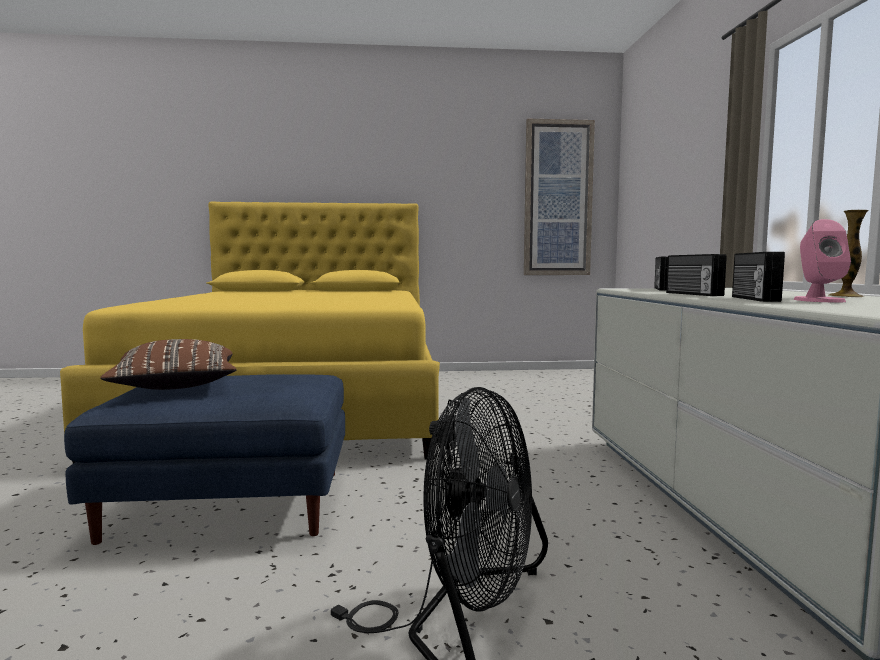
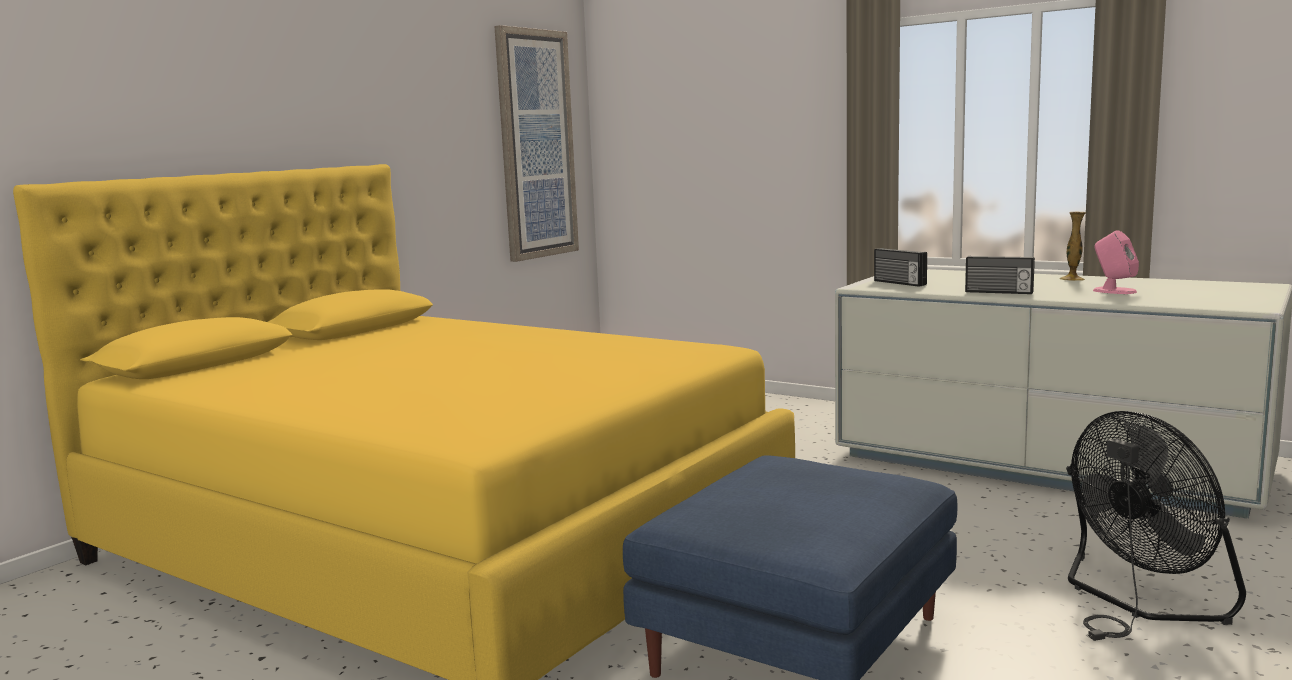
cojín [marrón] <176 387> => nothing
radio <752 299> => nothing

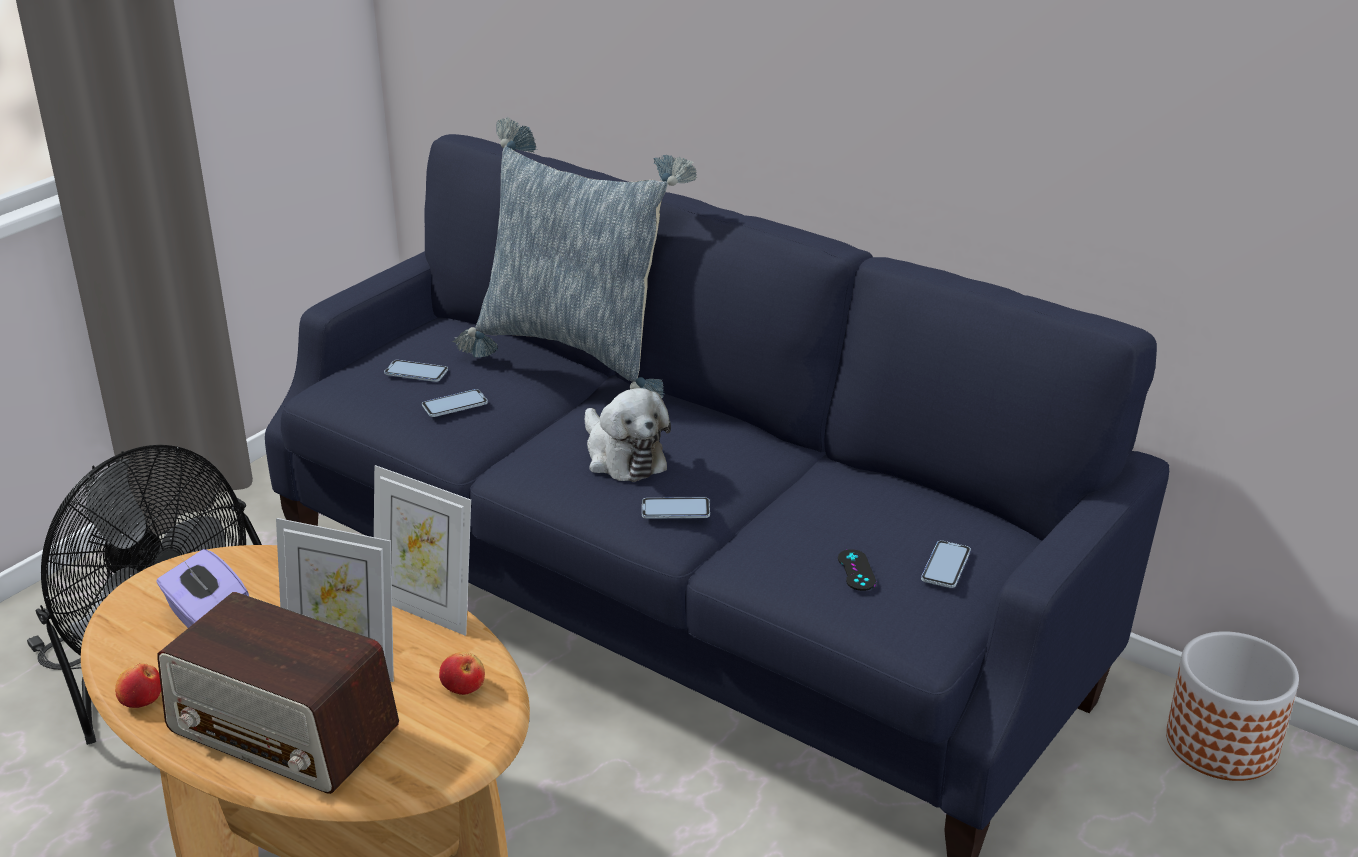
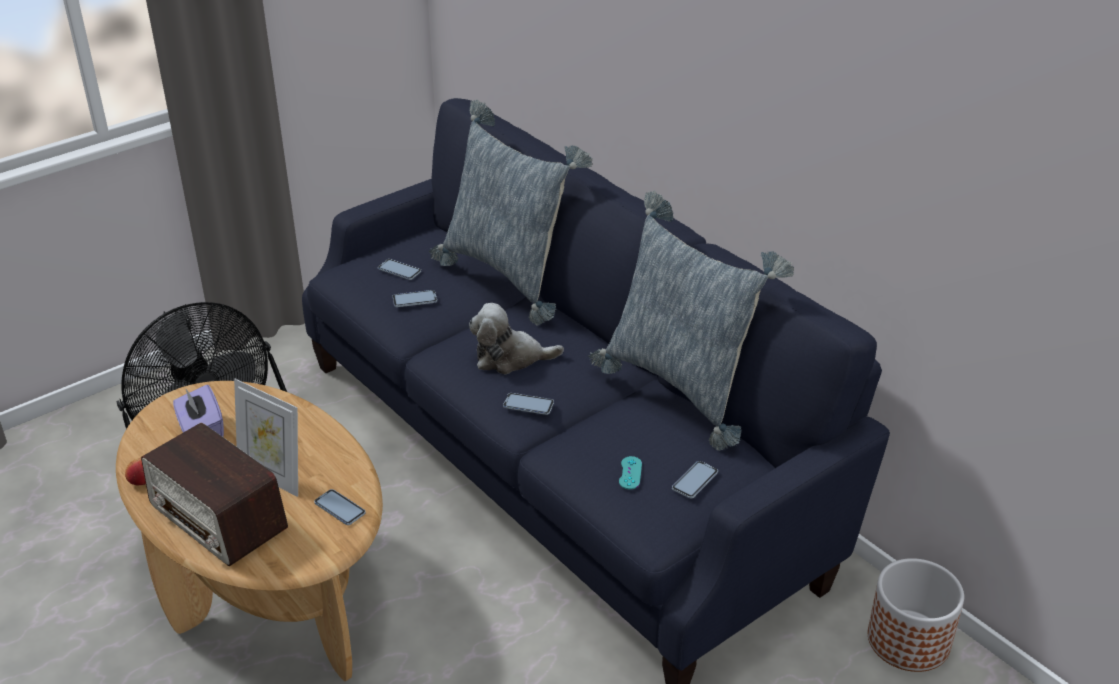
portarretratos <426 610> => nothing
manzana <463 686> => móvil <340 508>
peluche <623 456> => peluche <510 358>, 105 degrees clockwise
mando de consola [negro] <856 570> => mando de consola [turquesa] <630 473>
nothing => cojín <682 396>

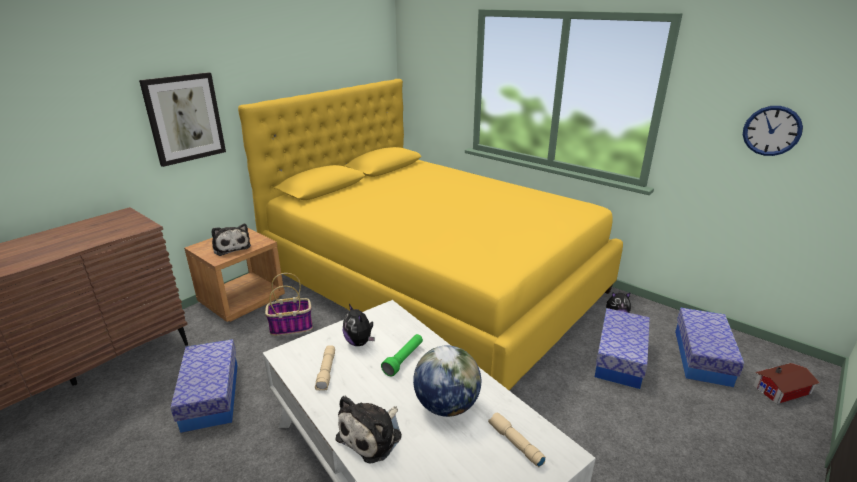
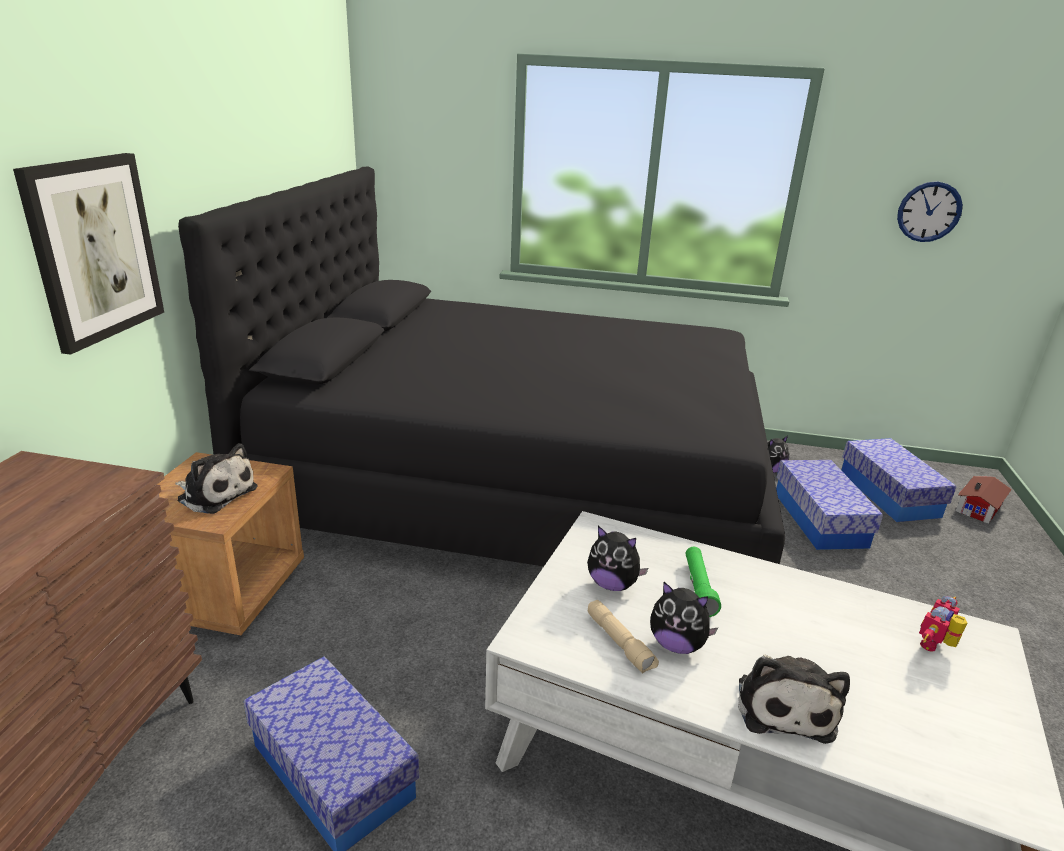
cama [amarillo] <433 282> => cama [negro] <518 482>
cesta <292 326> => nothing
globo terráqueo <446 405> => nothing
linterna [beis] <515 444> => robot de juguete <936 646>
nothing => peluche <677 644>

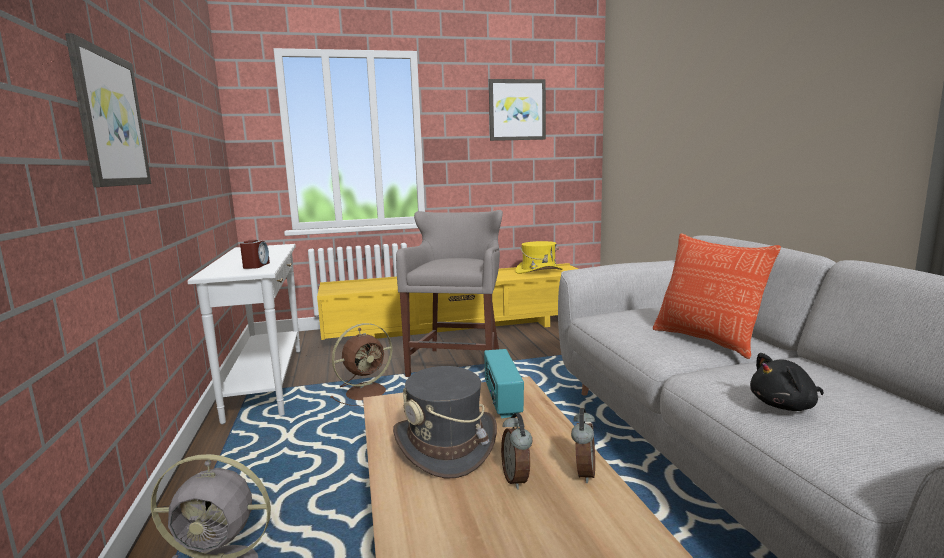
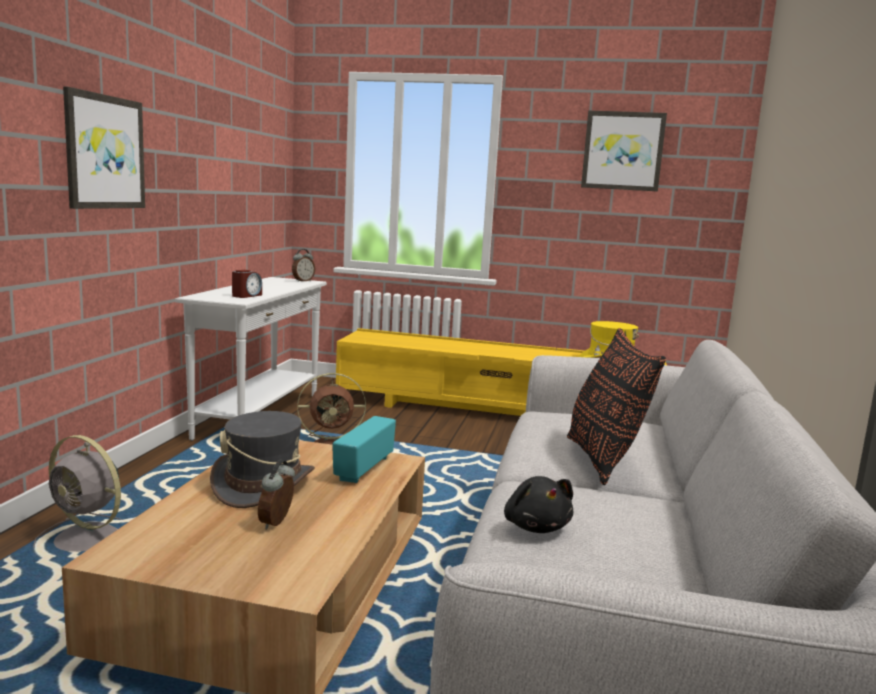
taburete [gris] <458 363> => nothing
despertador <583 473> => despertador <302 281>, move
cojín [naranja] <707 341> => cojín [negro] <603 461>
peluche [negro] <785 406> => peluche [negro] <536 526>, 120 degrees counterclockwise

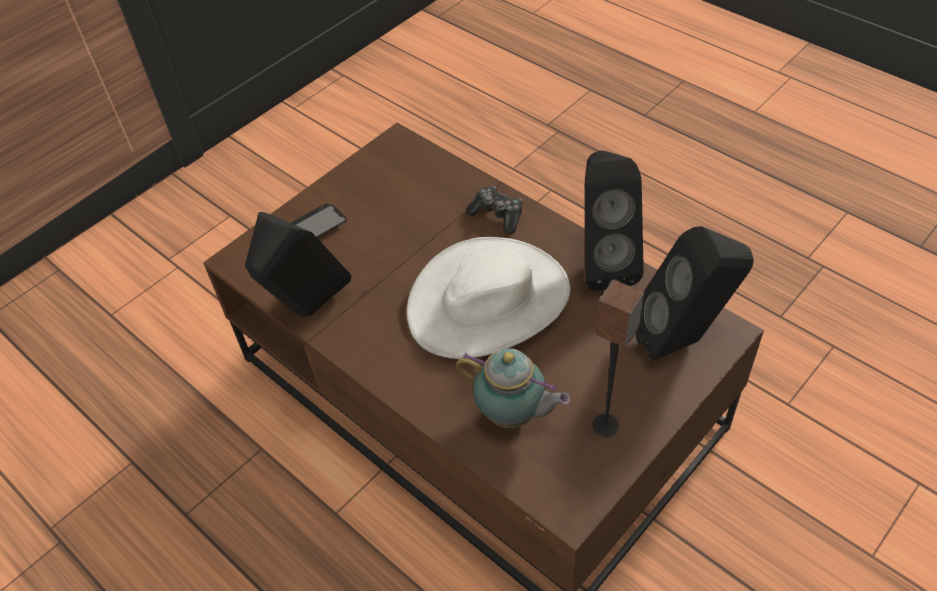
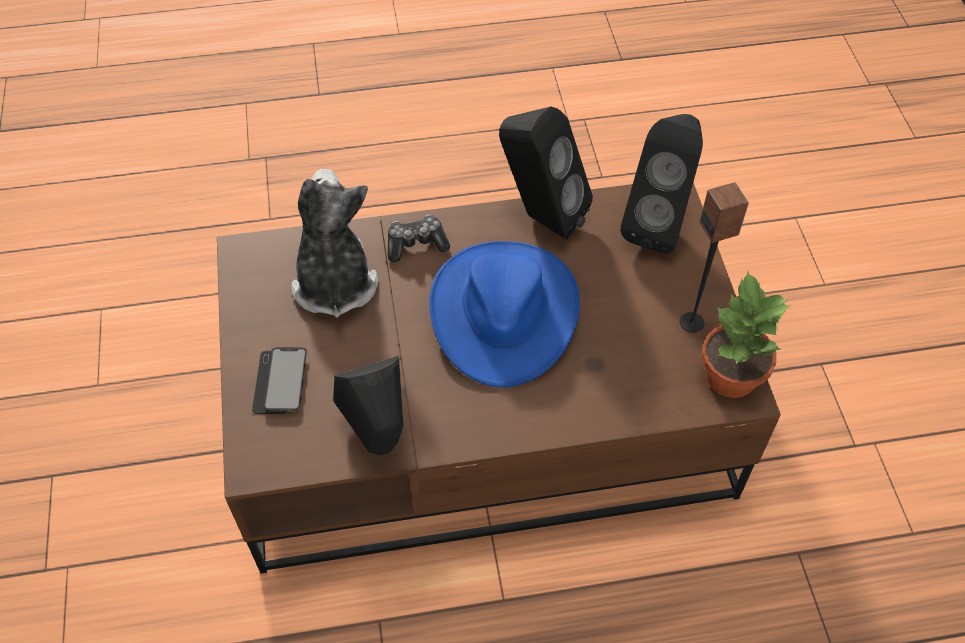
sombrero [blanco] <488 301> => sombrero [azul] <503 311>
tetera <513 415> => nothing
nothing => peluche <334 282>
nothing => planta en maceta <729 375>

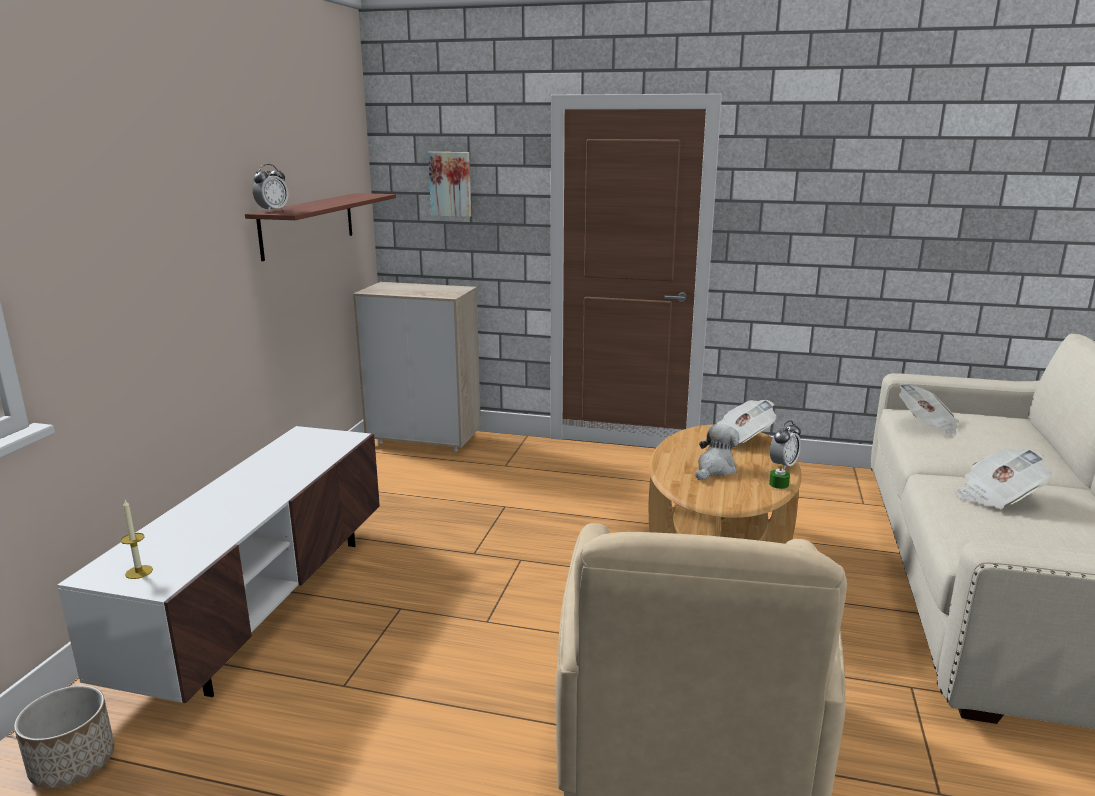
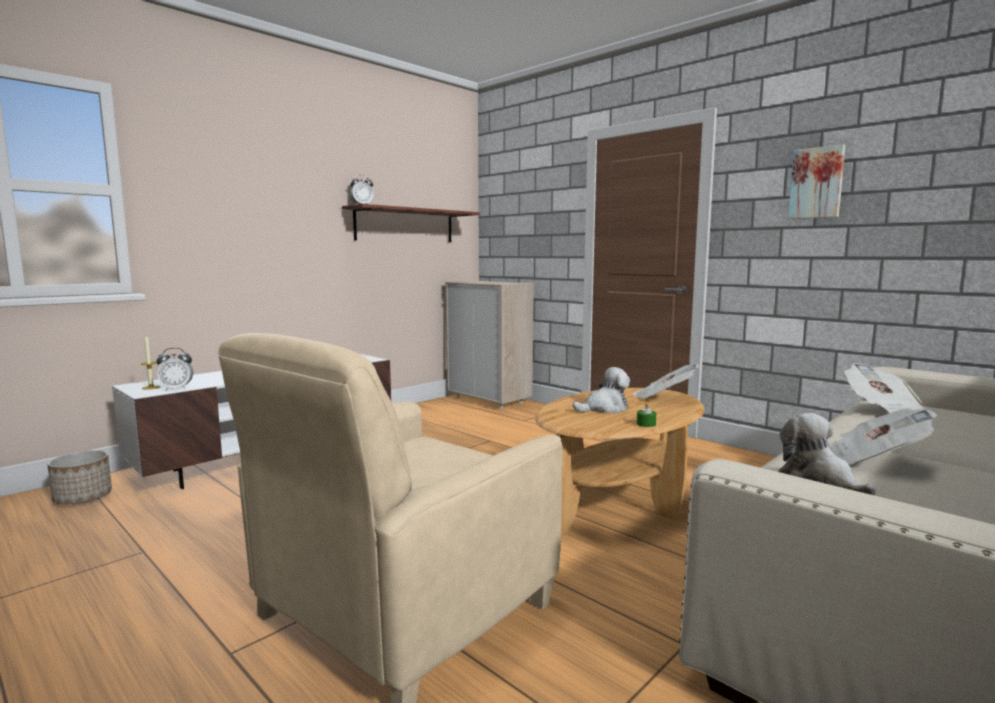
cuadro <451 184> => cuadro <817 183>, move
despertador <783 465> => despertador <177 389>, move
nothing => peluche <819 481>

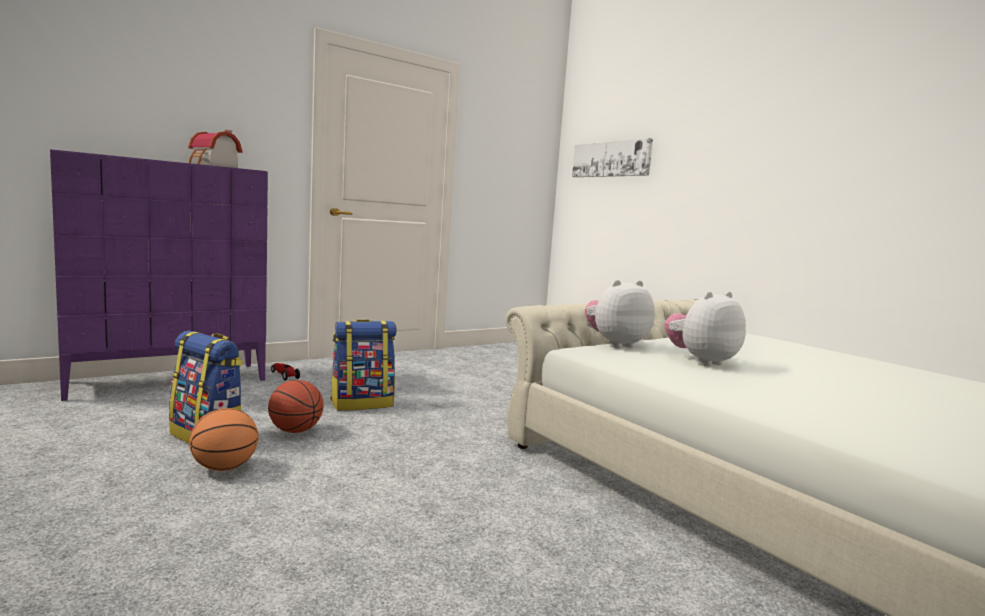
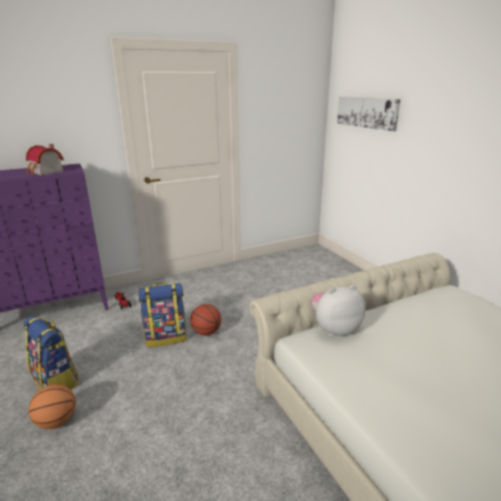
balón de baloncesto <295 431> => balón de baloncesto <206 332>, move
peluche <701 361> => nothing

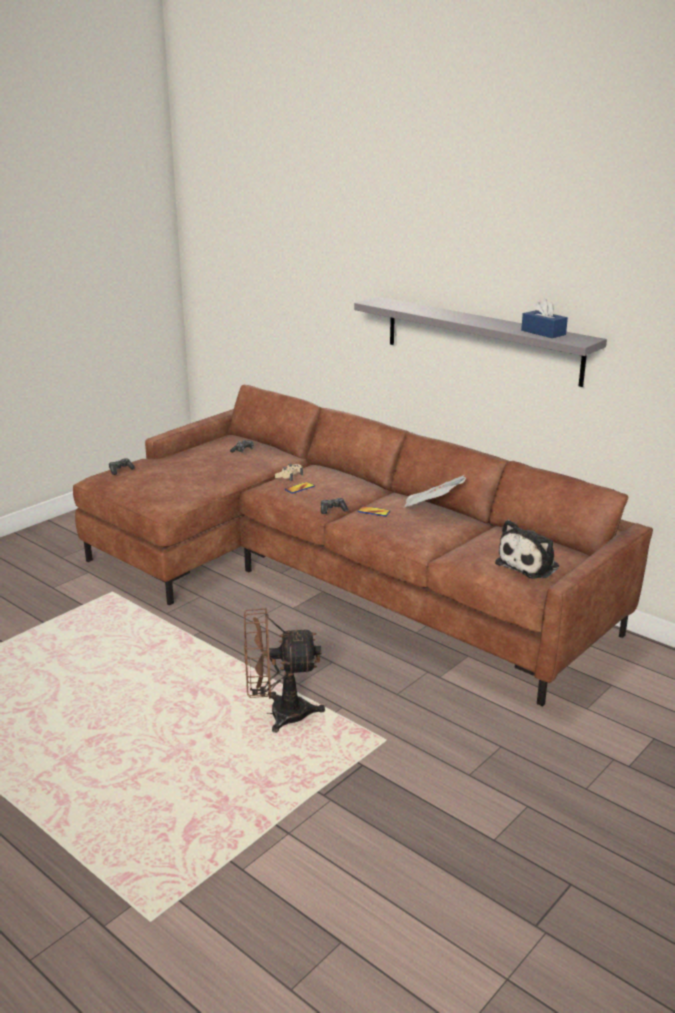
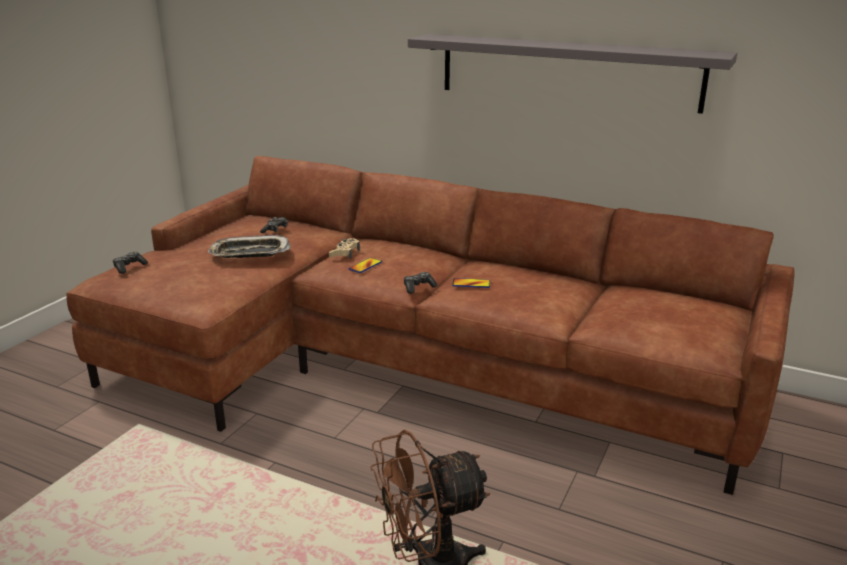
periódico <432 507> => nothing
peluche <530 564> => nothing
caja de pañuelos [azul] <543 332> => nothing
nothing => bandeja <249 253>

